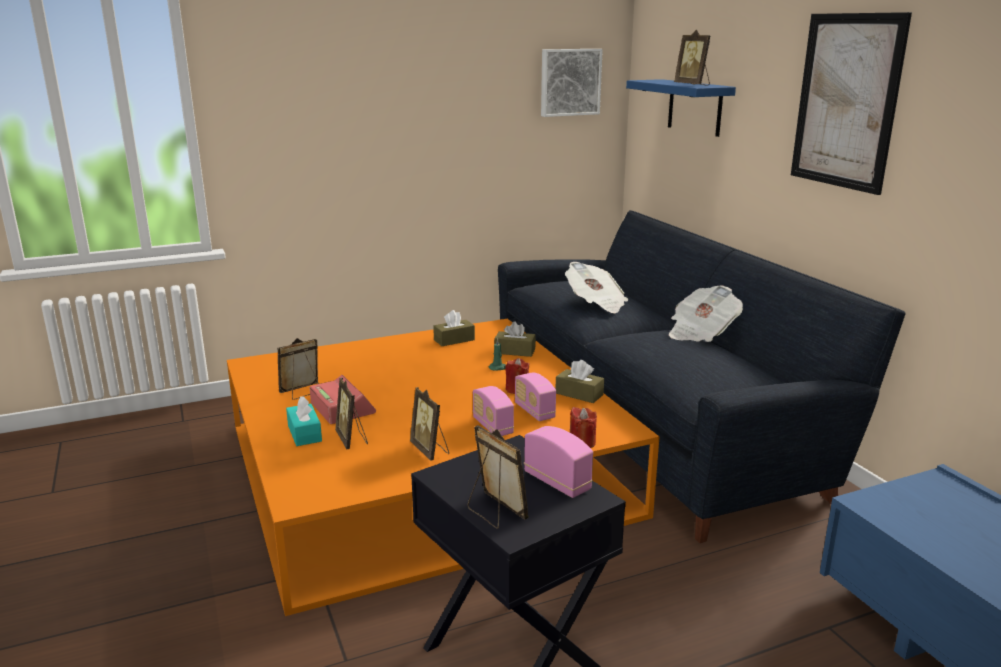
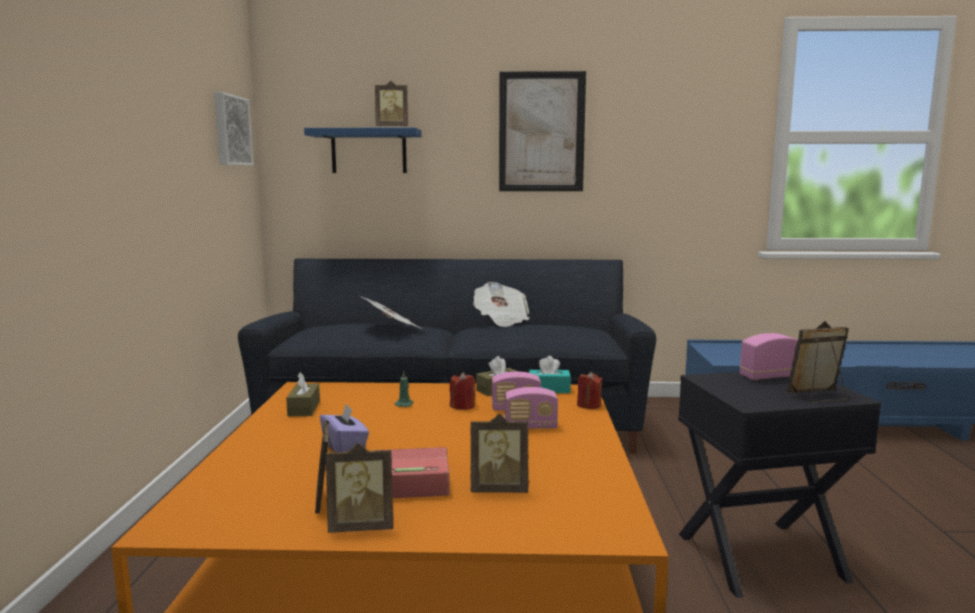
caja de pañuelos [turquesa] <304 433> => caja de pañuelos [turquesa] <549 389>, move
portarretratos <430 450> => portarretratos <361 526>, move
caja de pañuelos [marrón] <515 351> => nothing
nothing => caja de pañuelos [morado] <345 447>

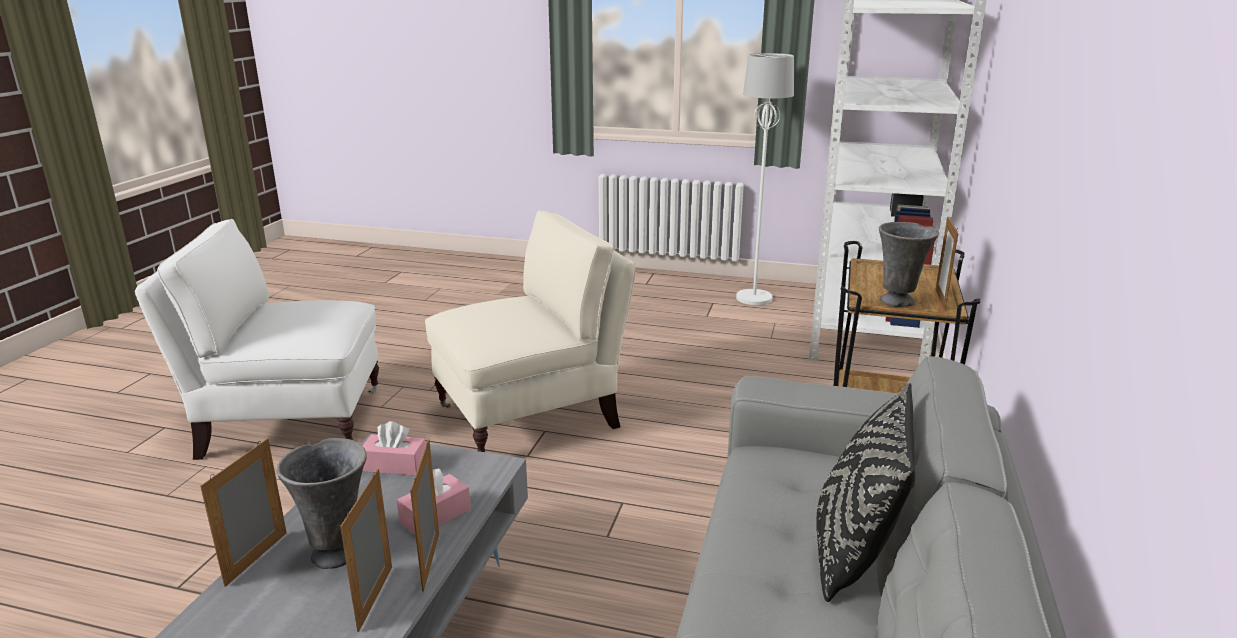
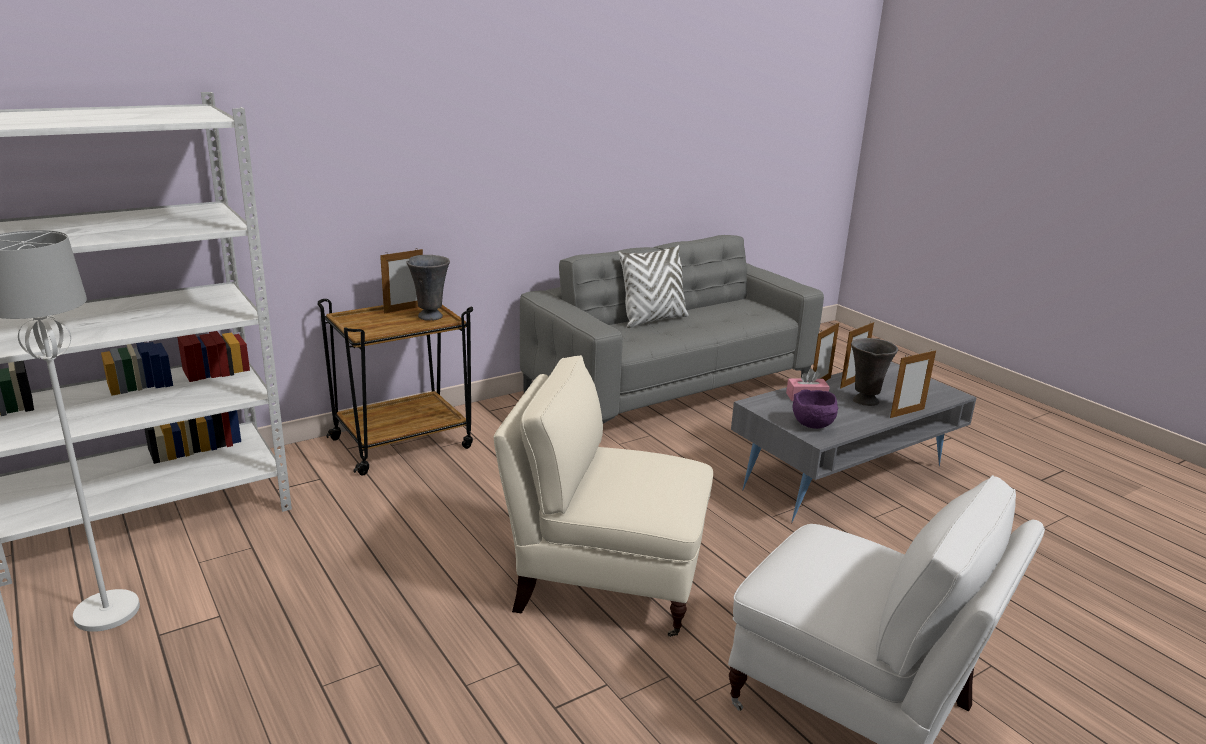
caja de pañuelos [rosa] <395 465> => cuenco [morado] <813 425>
cojín [negro] <854 553> => cojín [blanco] <652 320>

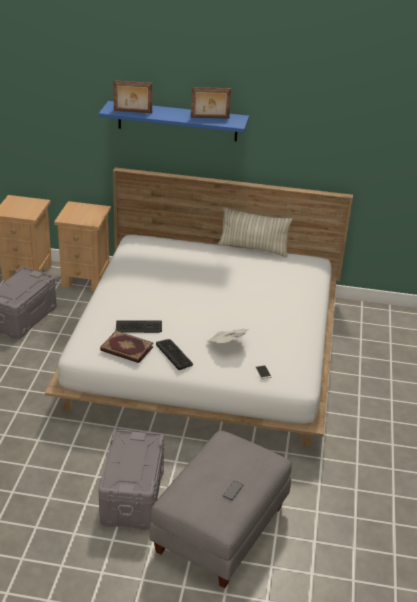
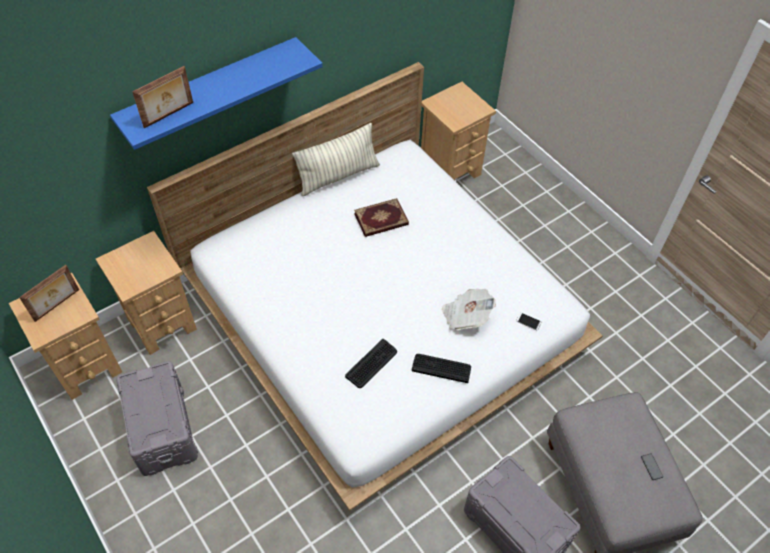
libro <126 349> => libro <381 220>, move
portarretratos <210 118> => portarretratos <57 305>, move
nothing => mesita de noche [beis] <451 171>

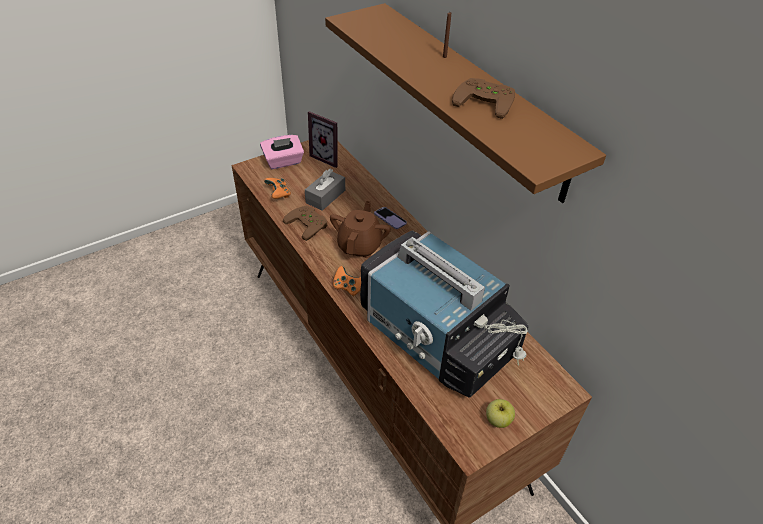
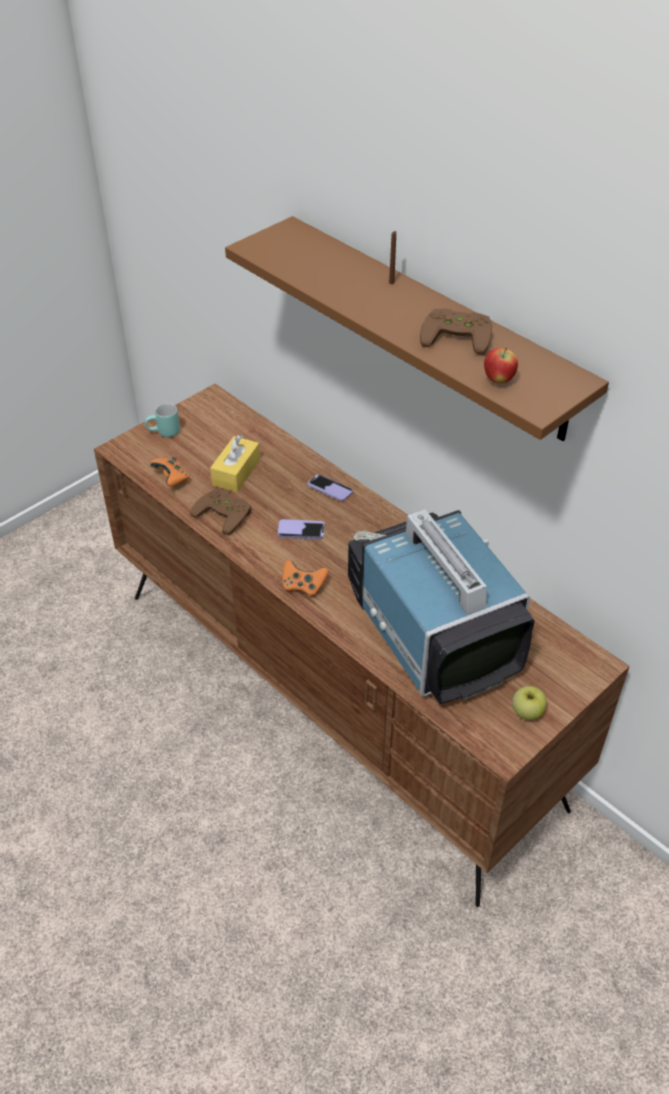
caja de pañuelos [rosa] <283 162> => taza grande [turquesa] <164 433>
caja de pañuelos [gris] <325 196> => caja de pañuelos [amarillo] <236 472>
portarretratos <328 157> => nothing
tetera [marrón] <360 246> => móvil <301 530>
televisor <438 338> => televisor <431 629>, 150 degrees counterclockwise
nothing => manzana <498 380>

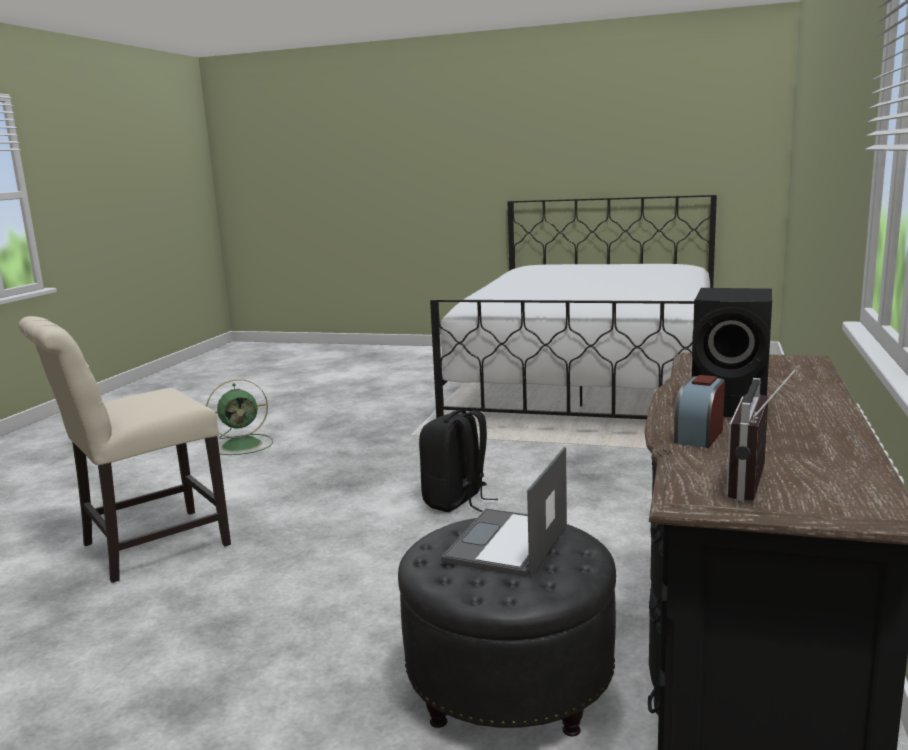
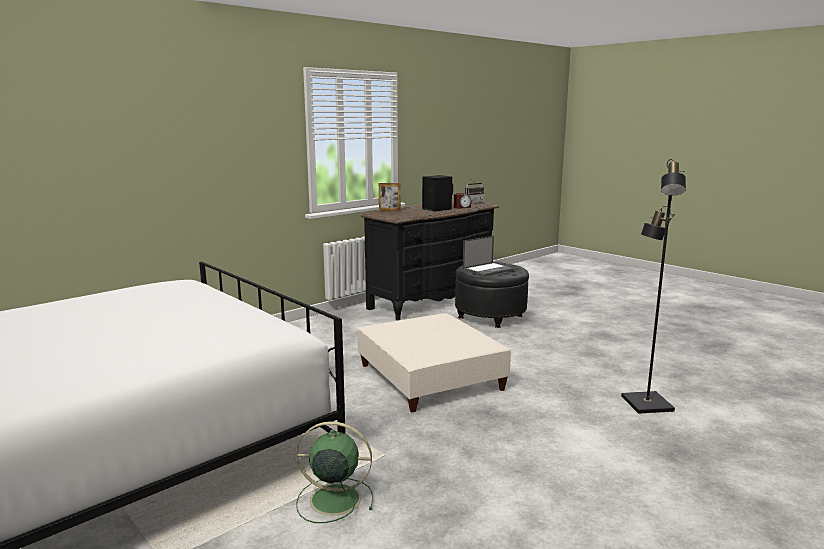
silla [beis] <145 547> => lámpara de pie [negro] <647 403>
ventilador [verde] <243 445> => ventilador [verde] <333 499>, move
mochila [negro] <457 501> => puf [beis] <430 377>
nothing => portarretratos <389 210>

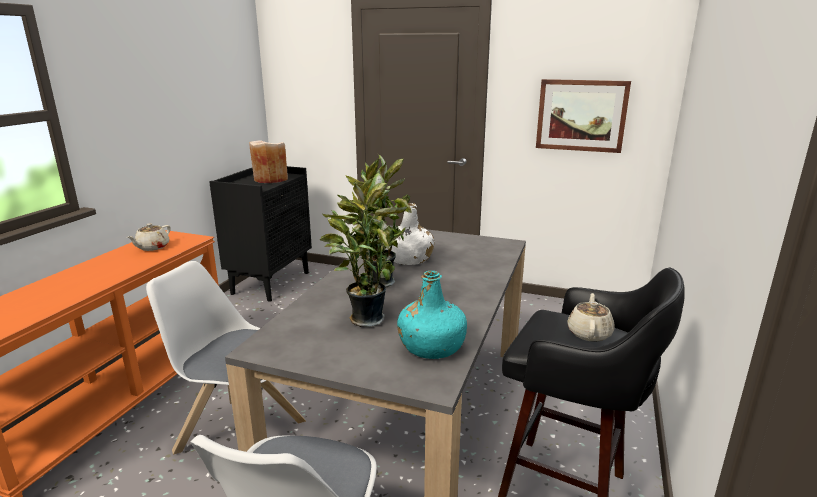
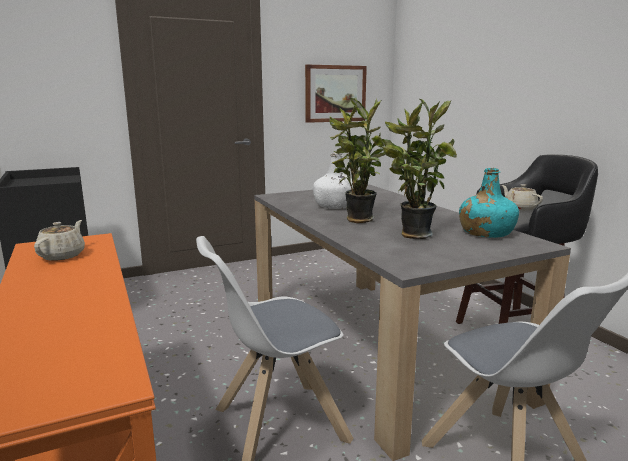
tetera [beis] <152 247> => tetera [beis] <62 255>, 150 degrees counterclockwise
florero [beis] <270 179> => nothing

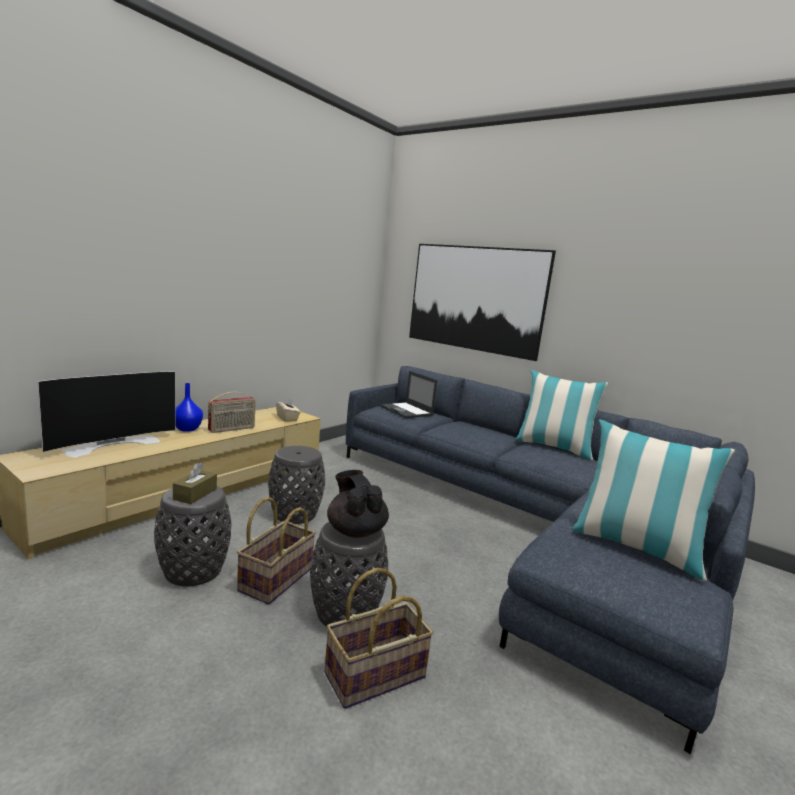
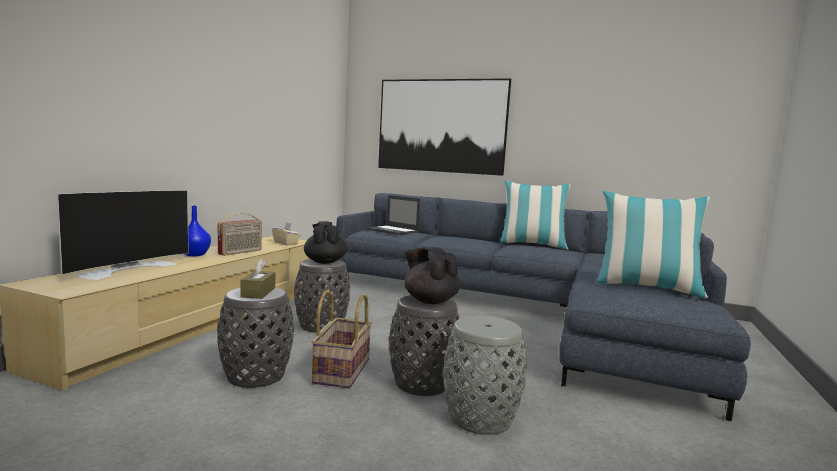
cesta <375 676> => taburete [gris] <480 418>
nothing => tetera [negro] <324 262>

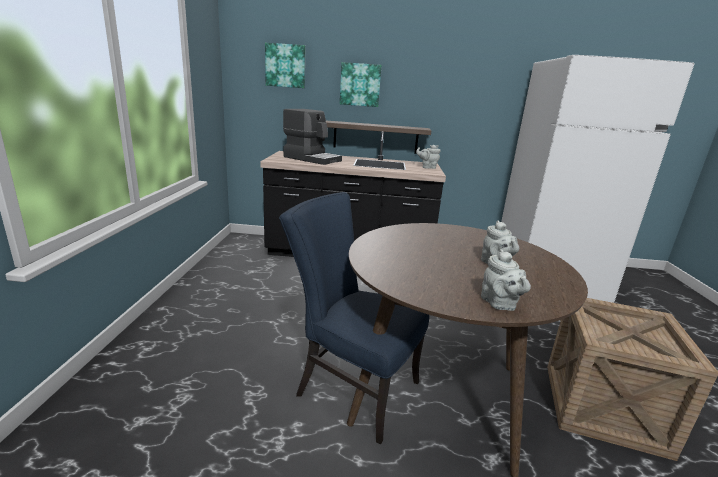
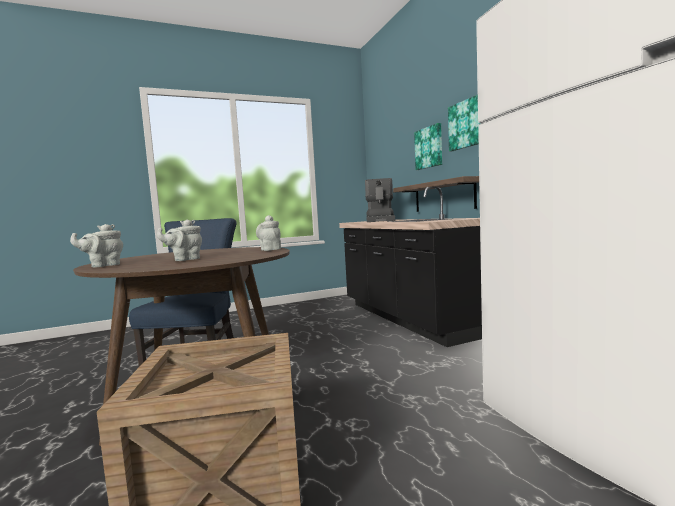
cuadro <285 65> => cuadro <467 124>, move
tetera [gris] <427 167> => tetera [gris] <270 249>, move

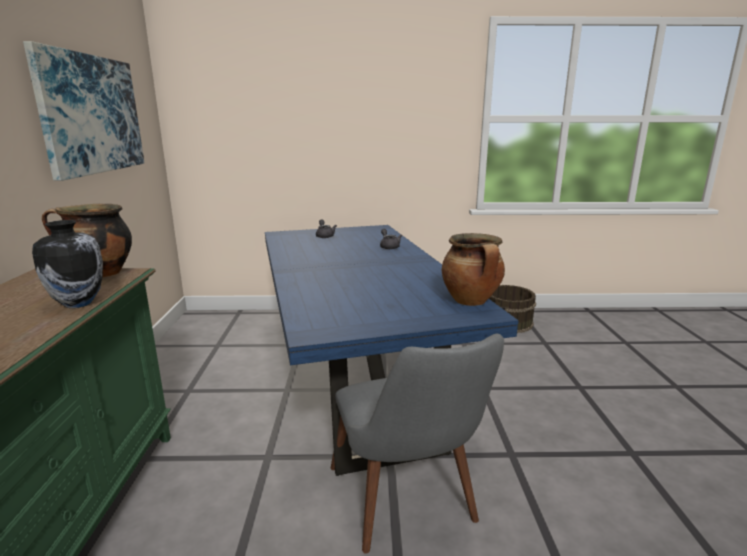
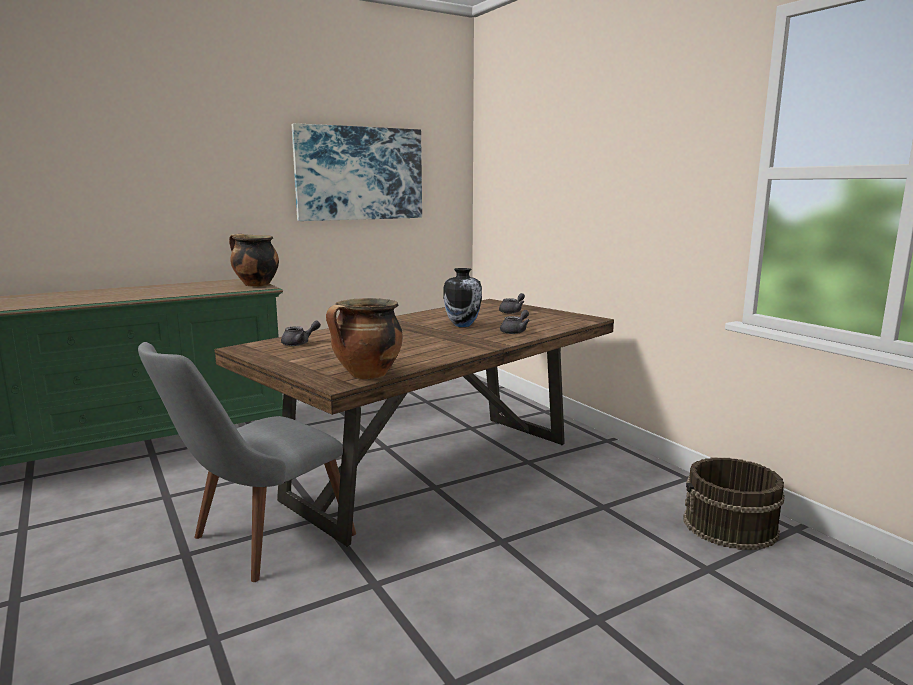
florero <78 303> => florero <463 325>, move
mesa de comedor [azul] <356 380> => mesa de comedor [marrón] <435 470>
nothing => tetera [gris] <299 343>

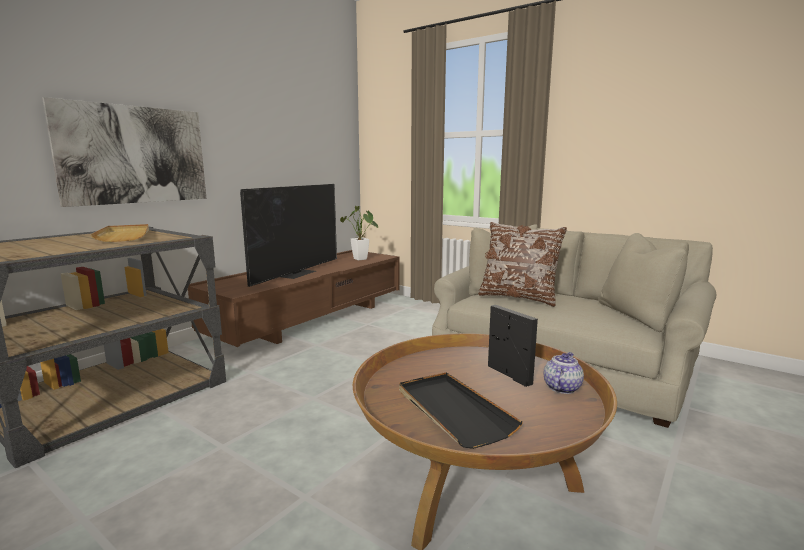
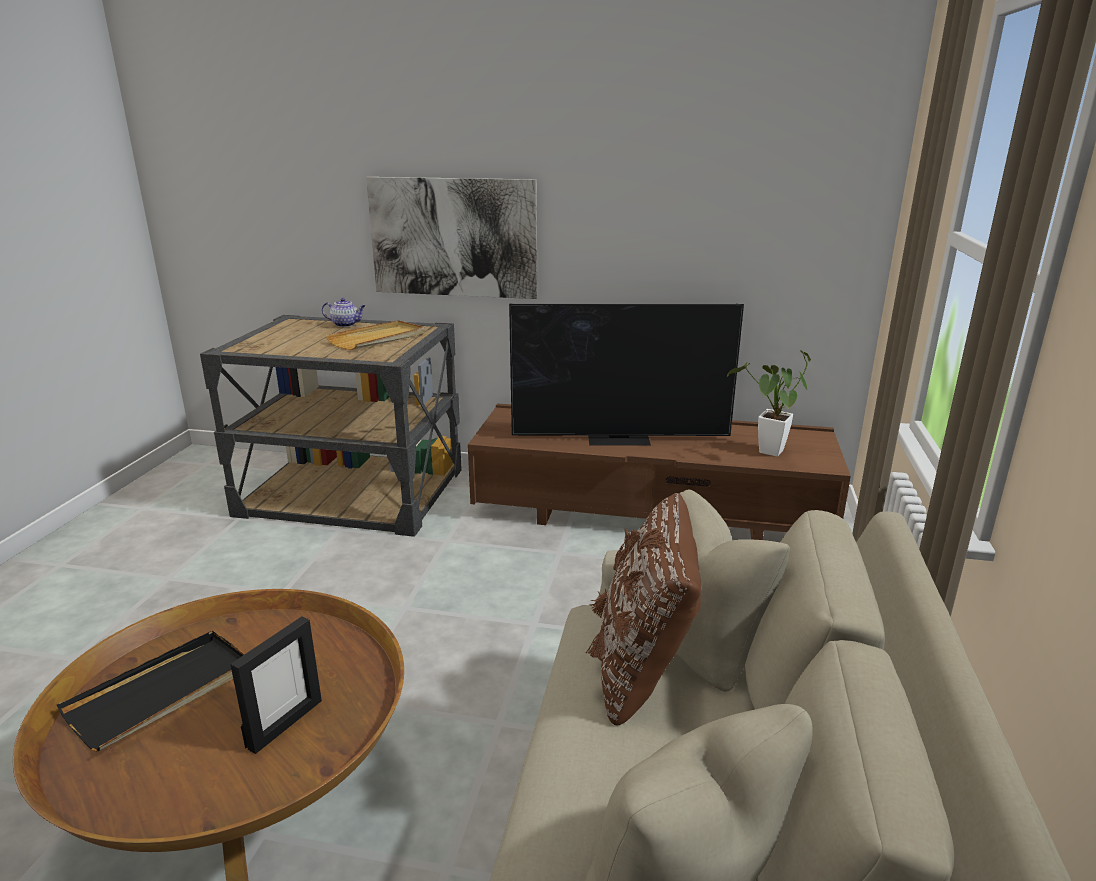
tetera <561 387> => tetera <346 324>, move

